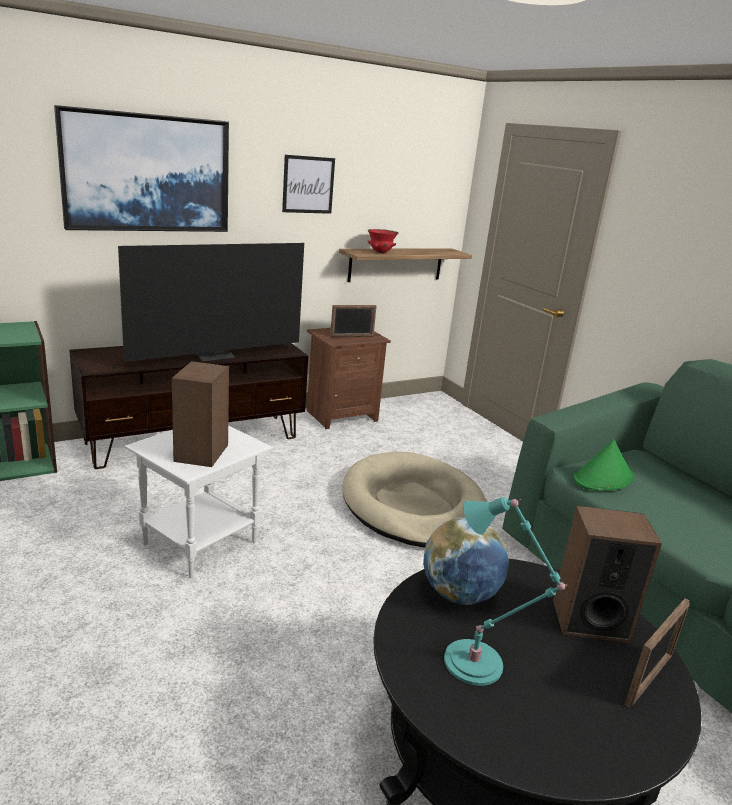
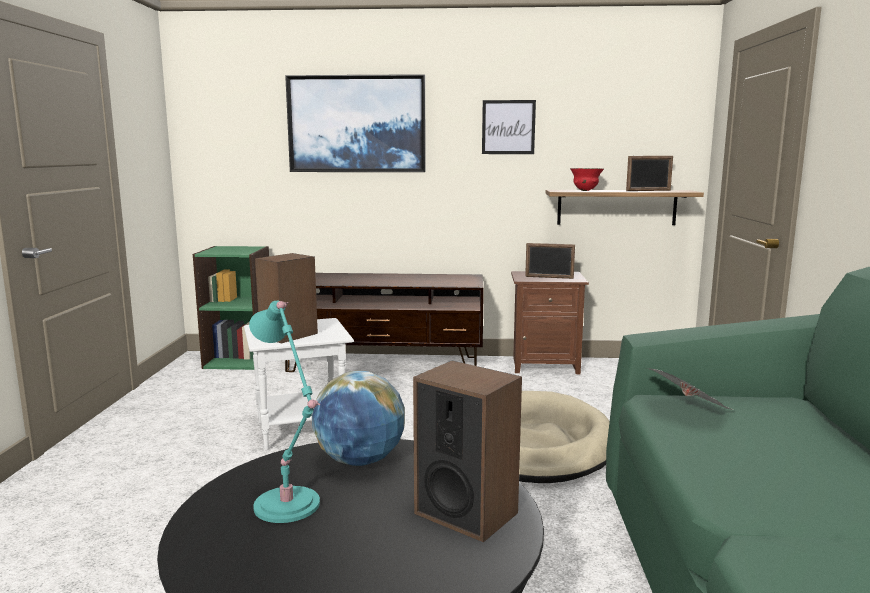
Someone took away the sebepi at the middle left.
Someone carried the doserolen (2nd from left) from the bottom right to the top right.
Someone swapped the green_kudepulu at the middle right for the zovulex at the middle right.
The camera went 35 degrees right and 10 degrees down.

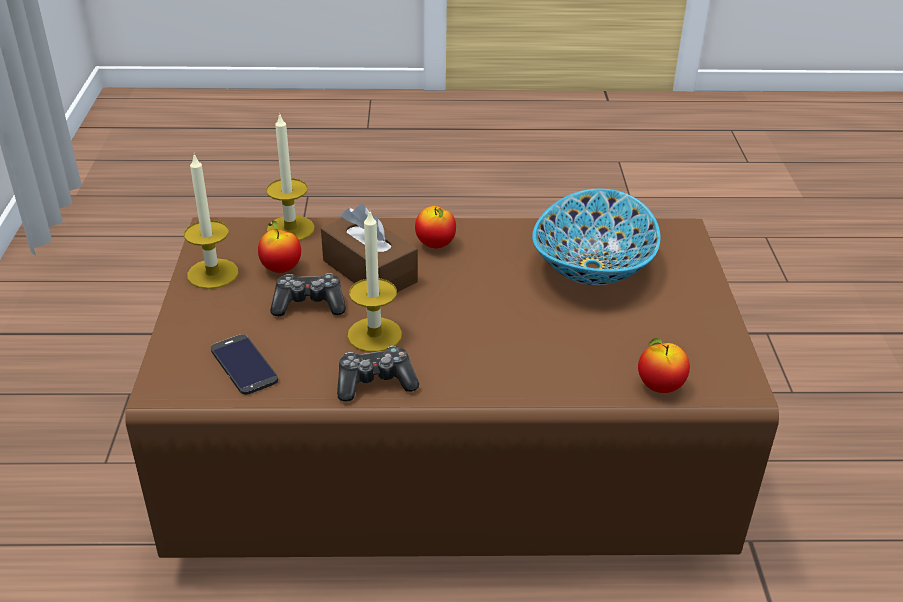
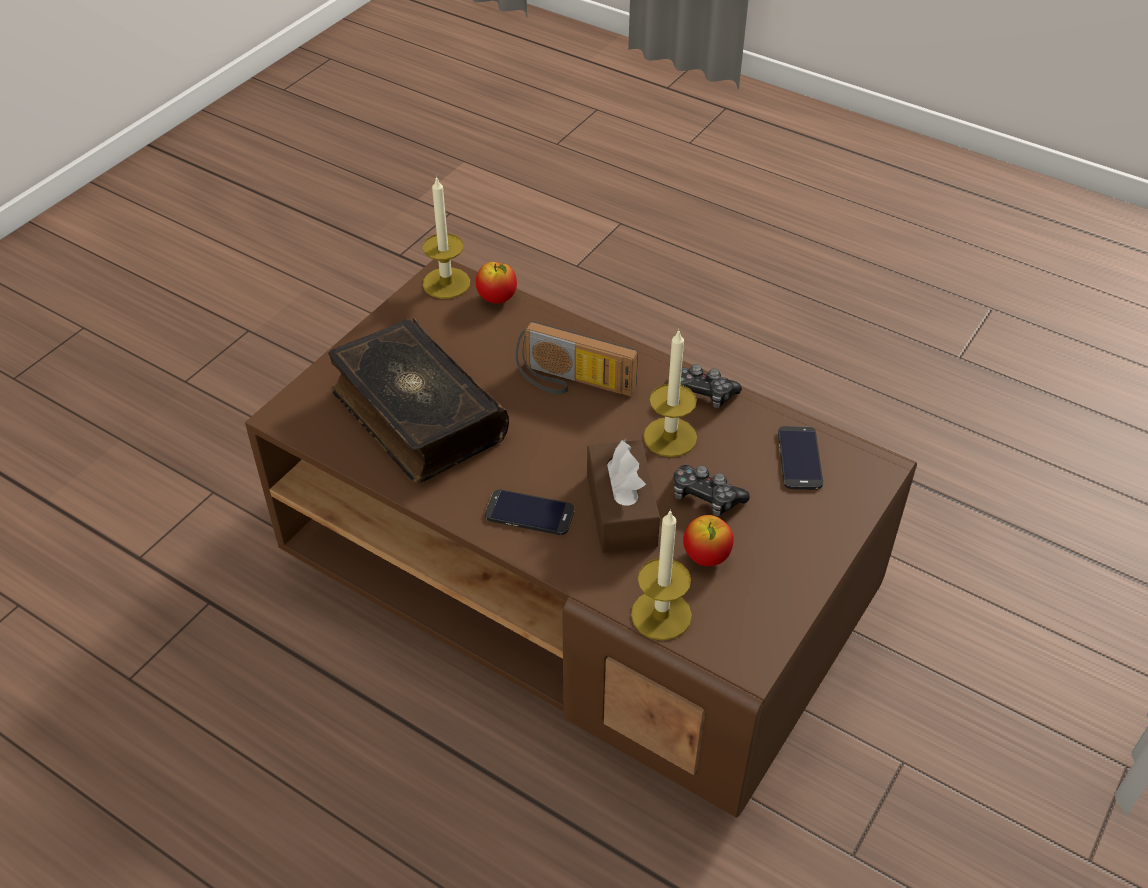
Someone put down the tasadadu at the centre.
Someone carried the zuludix (1st from left) from the middle left to the top centre.
Someone swapped the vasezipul (2nd from left) at the centre for the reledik (1st from left) at the centre.
Someone swapped the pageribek at the centre for the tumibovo at the centre.
The camera went 145 degrees left and 10 degrees up.

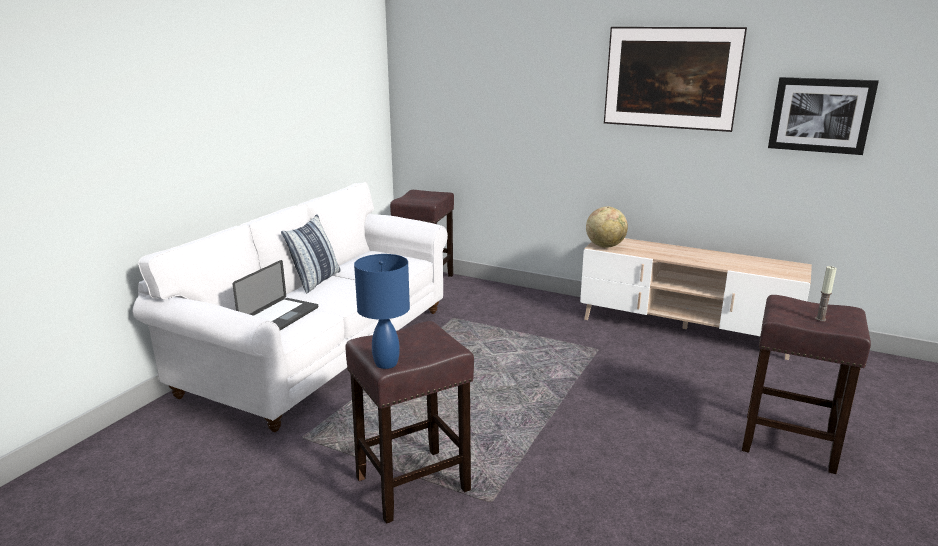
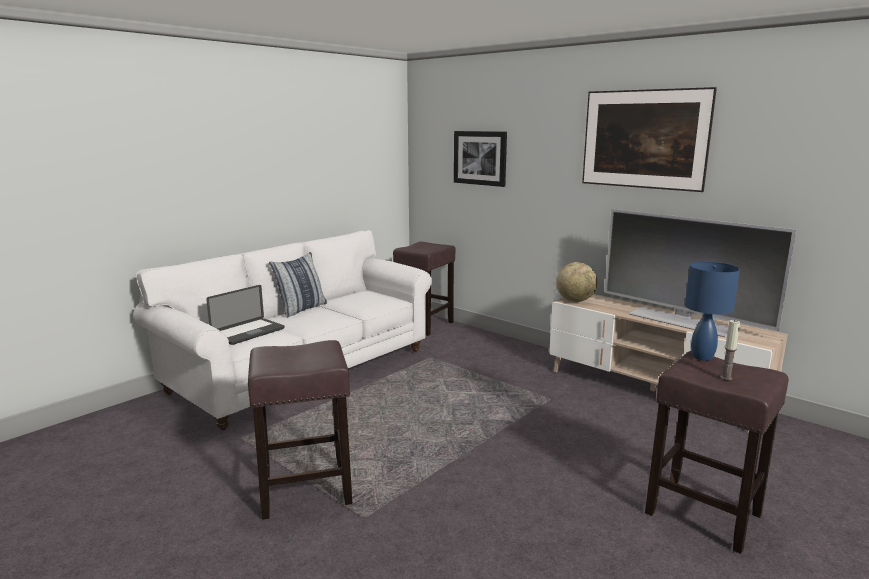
Someone put down the sebepi at the middle right.
Someone carried the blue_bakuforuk from the centre to the middle right.
Someone carried the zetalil (2nd from left in the first image) from the top right to the top centre.
The camera went 15 degrees right and 5 degrees down.

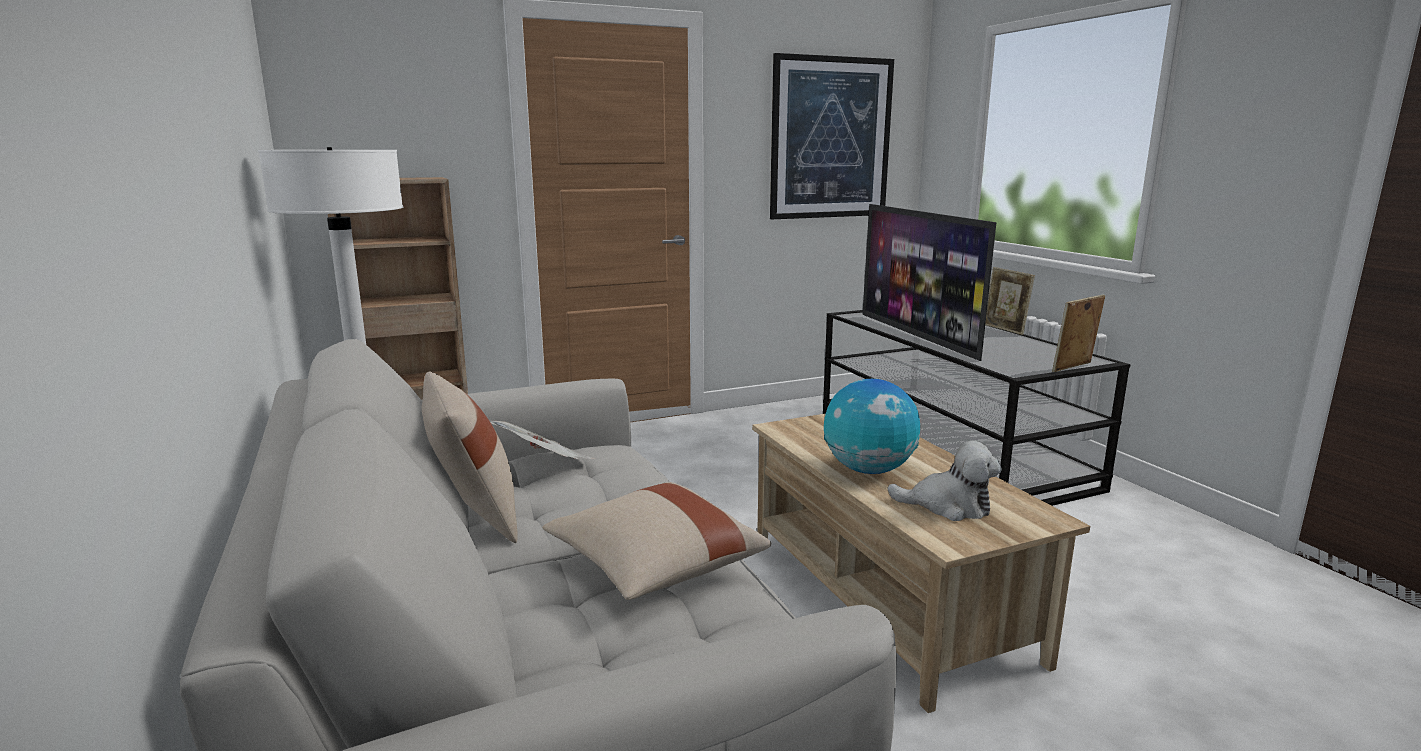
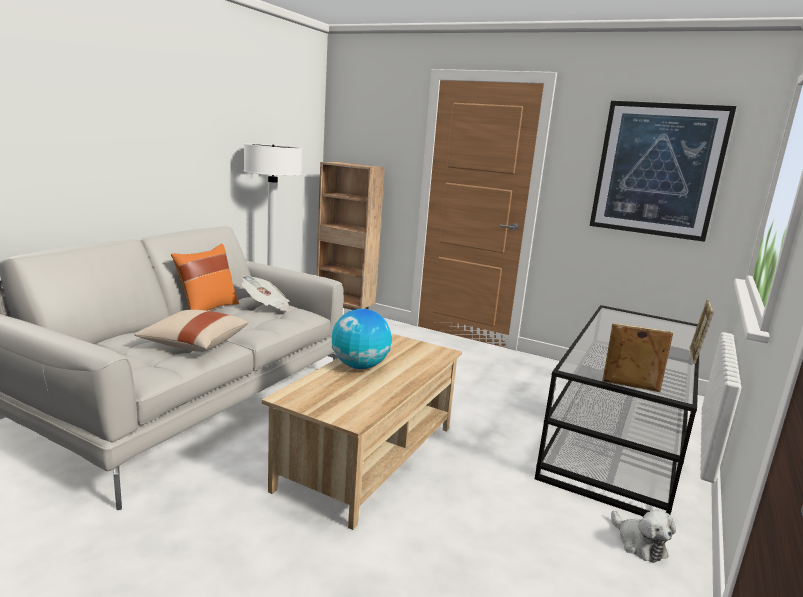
Someone took away the sebepi at the centre.
Someone carried the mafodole from the centre to the bottom right.
Someone repainted the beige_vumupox (1st from left) at the middle left, which became the orange_vumupox at the middle left.
The camera went 50 degrees right and 0 degrees up.

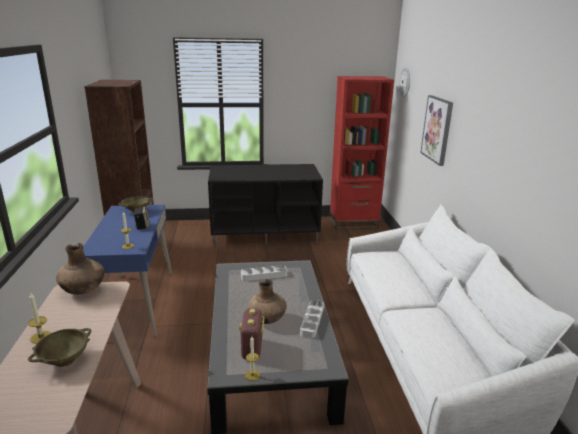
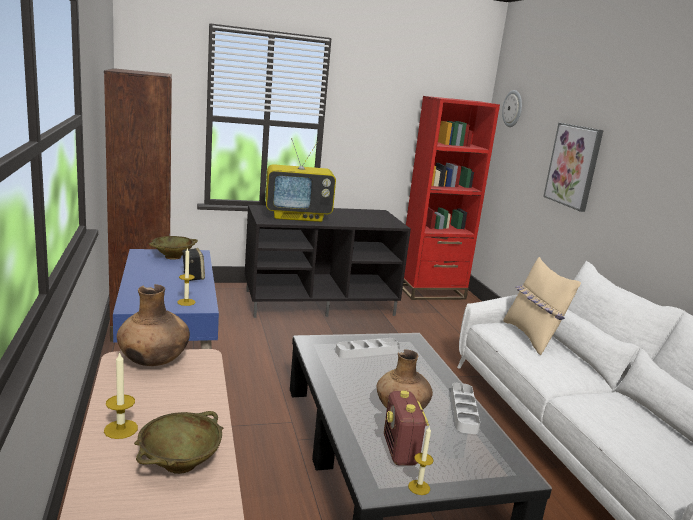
Someone put down the sebepi at the centre.
Someone put down the beige_vumupox at the middle right.
The camera went 10 degrees left and 5 degrees down.

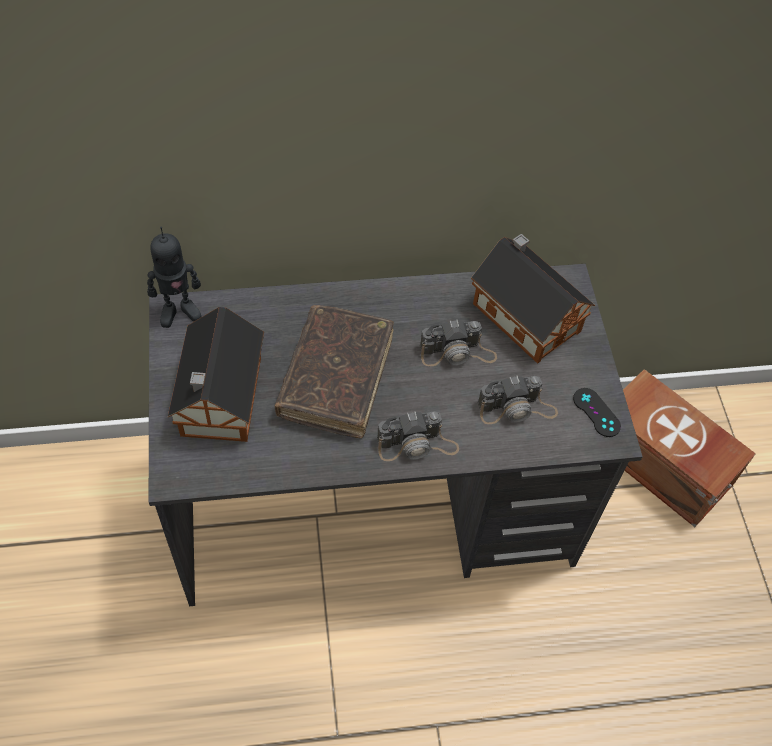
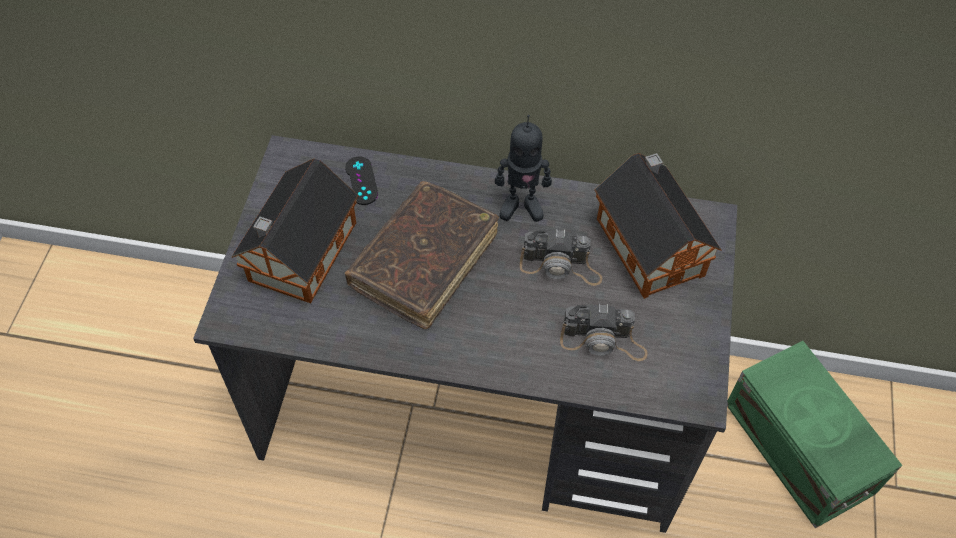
Someone took away the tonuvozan (1st from left) at the centre.
Someone carried the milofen from the middle left to the top centre.
Someone carried the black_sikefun from the middle right to the centre.
Someone repainted the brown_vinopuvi at the middle right, which became the green_vinopuvi at the bottom right.
The camera went 20 degrees right and 0 degrees up.

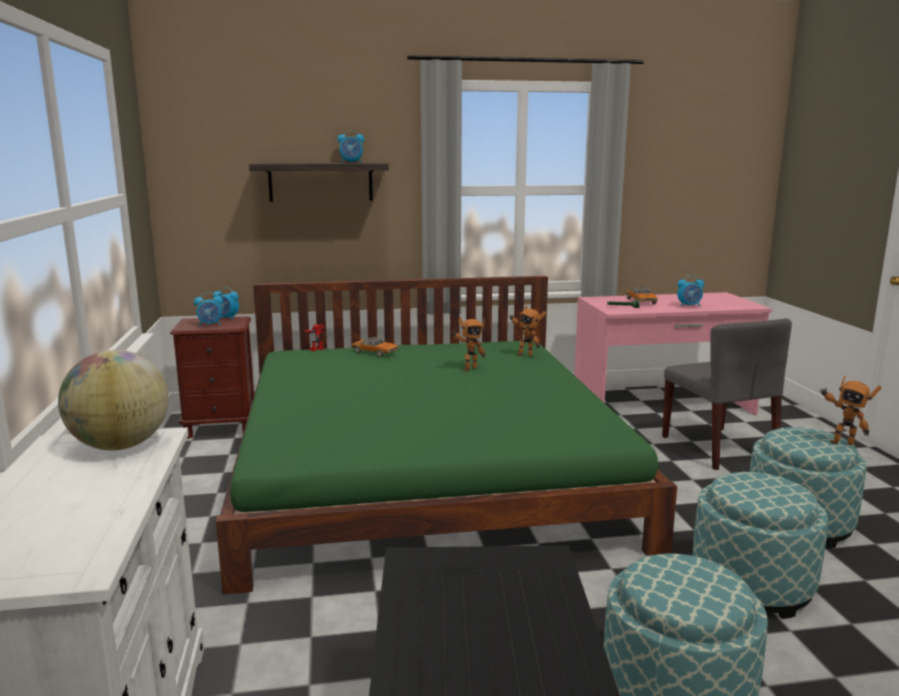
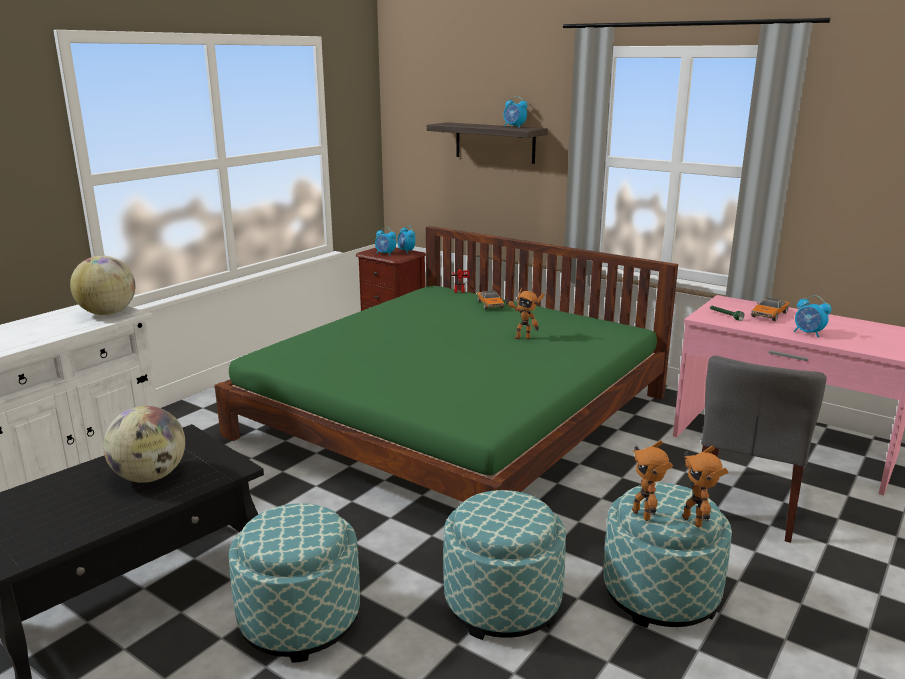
Someone put down the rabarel (2nd from left) at the middle left.
Someone carried the milofen (3rd from left) from the centre to the bottom right.
The camera went 45 degrees right and 5 degrees up.

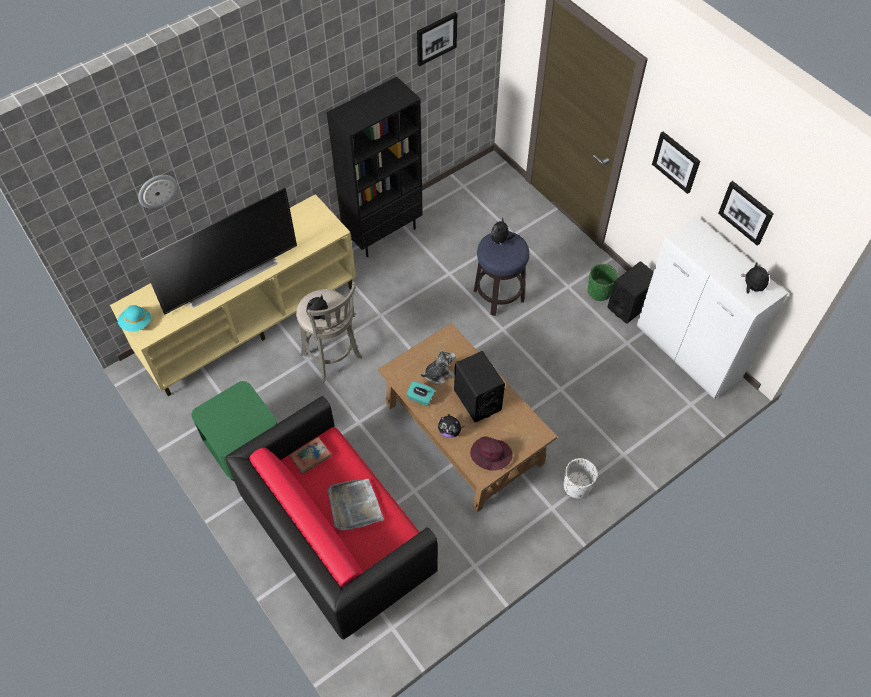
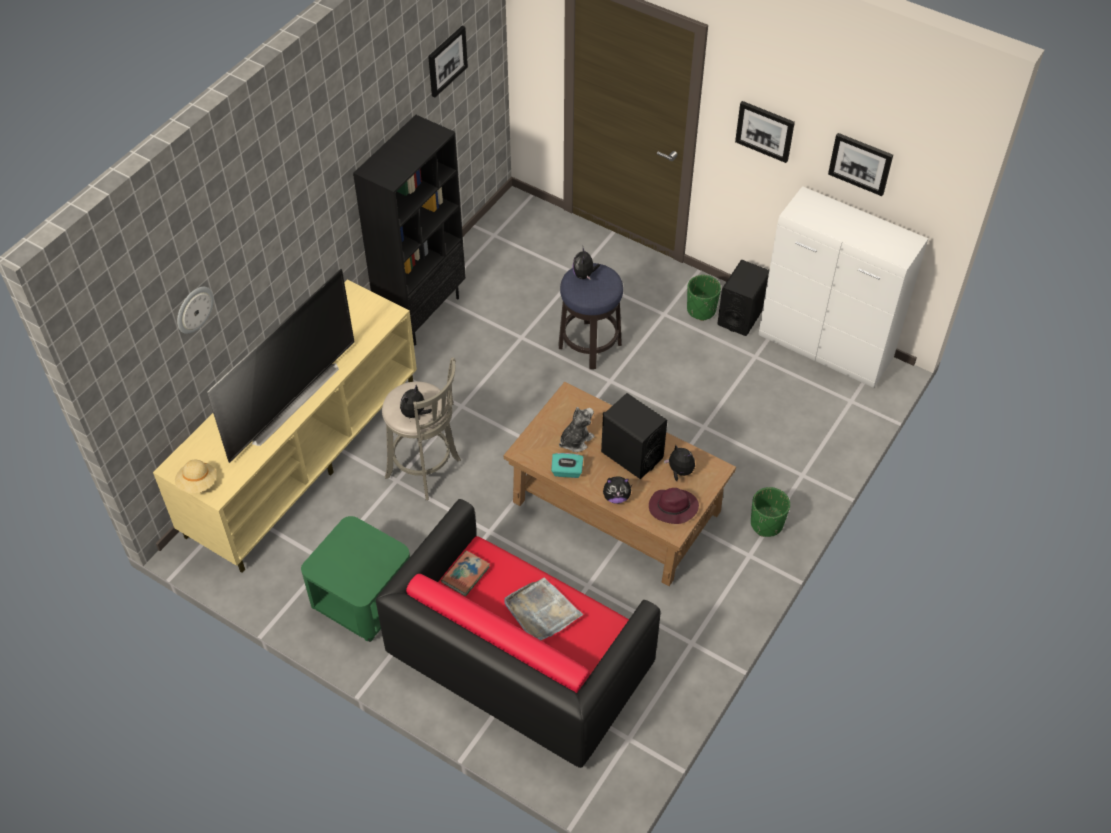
Someone carried the mafodole (5th from left) from the middle right to the centre.
Someone repainted the turquoise_kudepulu at the middle left, which became the beige_kudepulu at the middle left.
Someone repainted the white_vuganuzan at the bottom centre, which became the green_vuganuzan (2nd from left) at the middle right.
The camera went 20 degrees left and 5 degrees down.

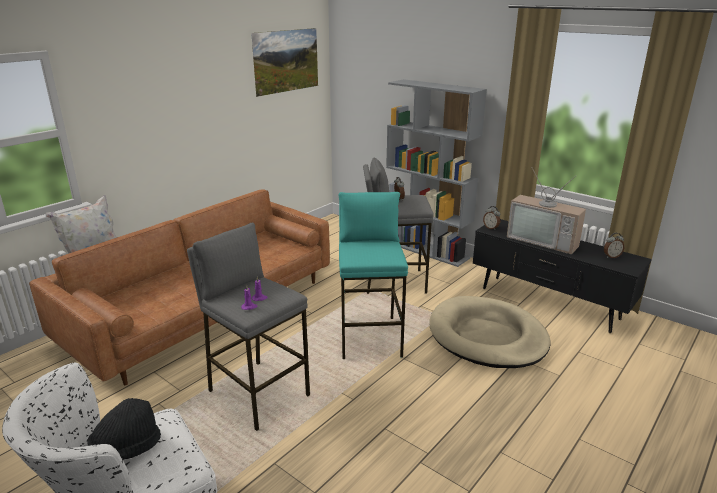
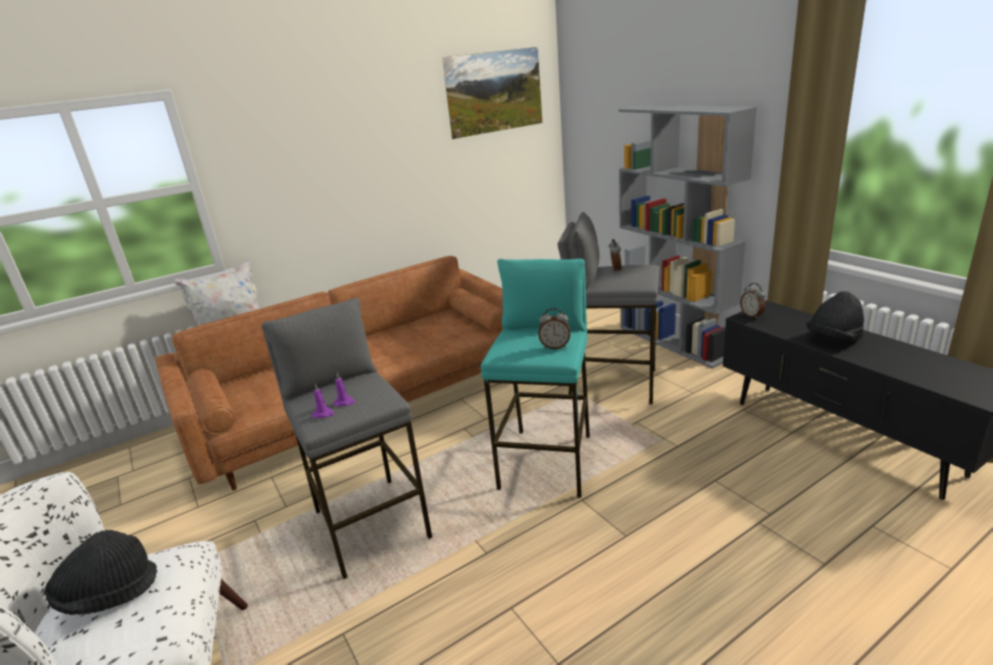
Someone took away the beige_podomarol at the bottom right.
Someone carried the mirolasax (3rd from left in the first image) from the middle right to the centre.
Someone swapped the sebepi at the middle right for the black_kudepulu (2nd from left) at the middle right.
The camera went 20 degrees right and 0 degrees up.

